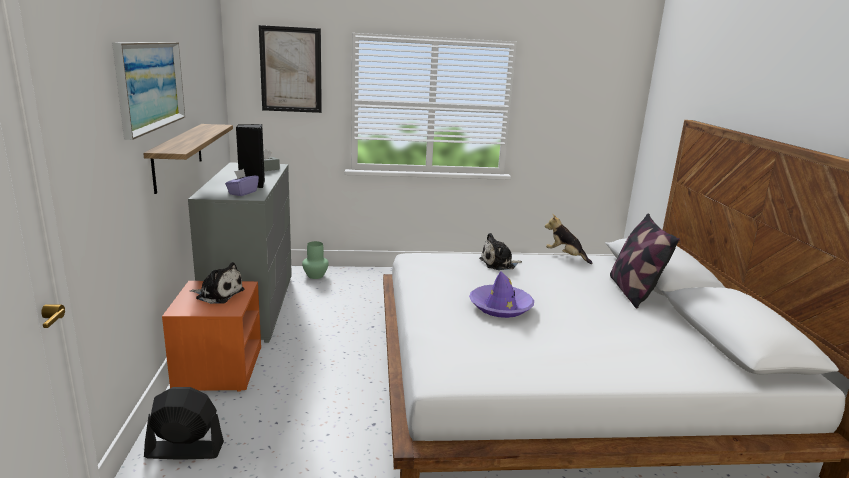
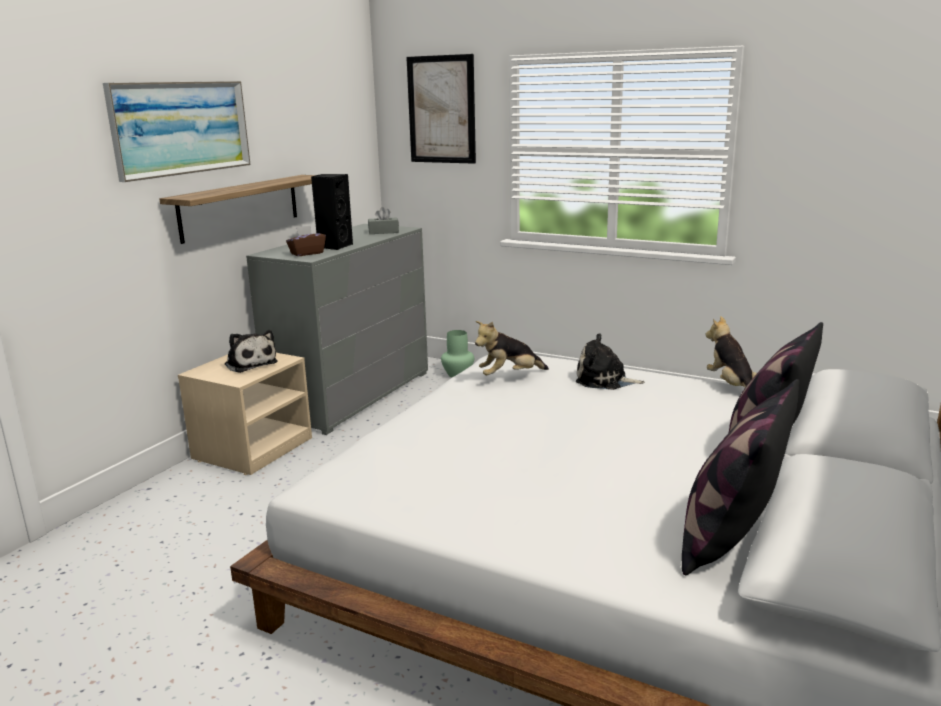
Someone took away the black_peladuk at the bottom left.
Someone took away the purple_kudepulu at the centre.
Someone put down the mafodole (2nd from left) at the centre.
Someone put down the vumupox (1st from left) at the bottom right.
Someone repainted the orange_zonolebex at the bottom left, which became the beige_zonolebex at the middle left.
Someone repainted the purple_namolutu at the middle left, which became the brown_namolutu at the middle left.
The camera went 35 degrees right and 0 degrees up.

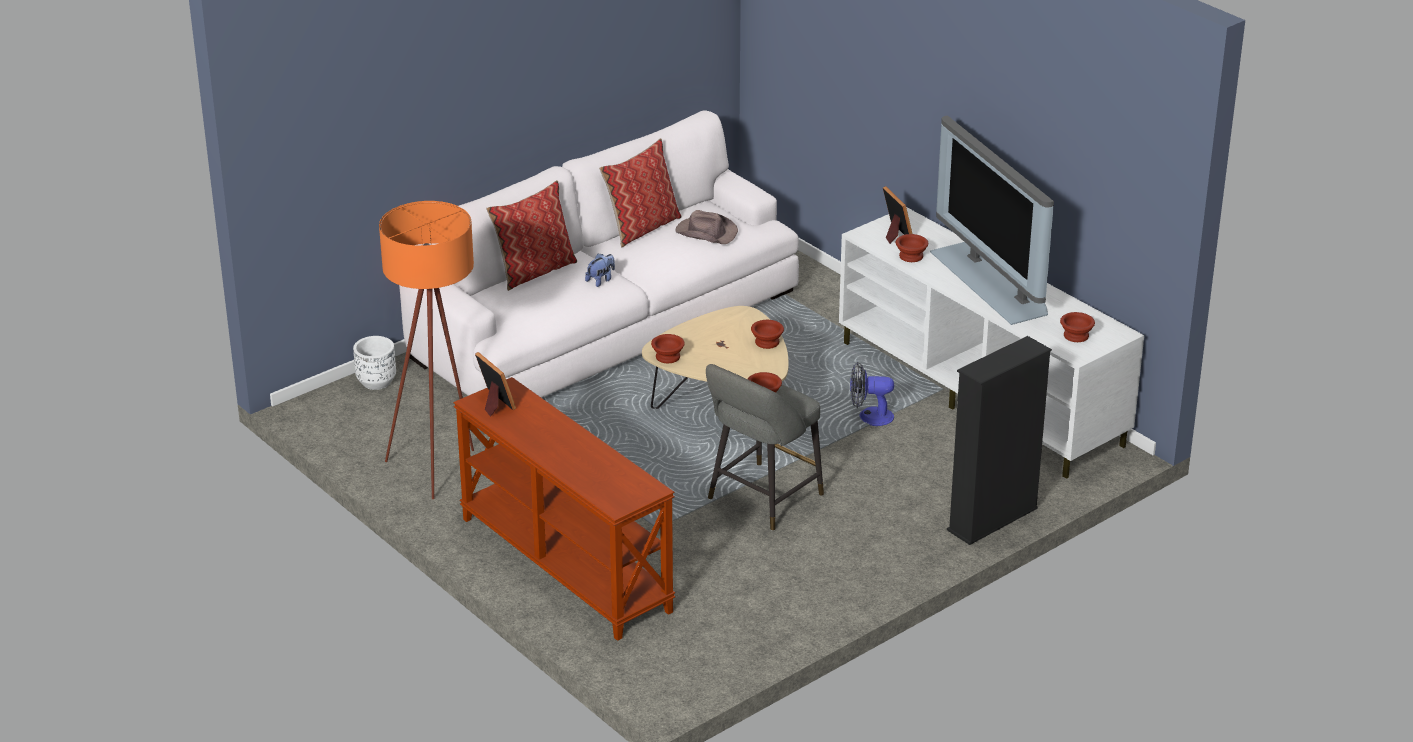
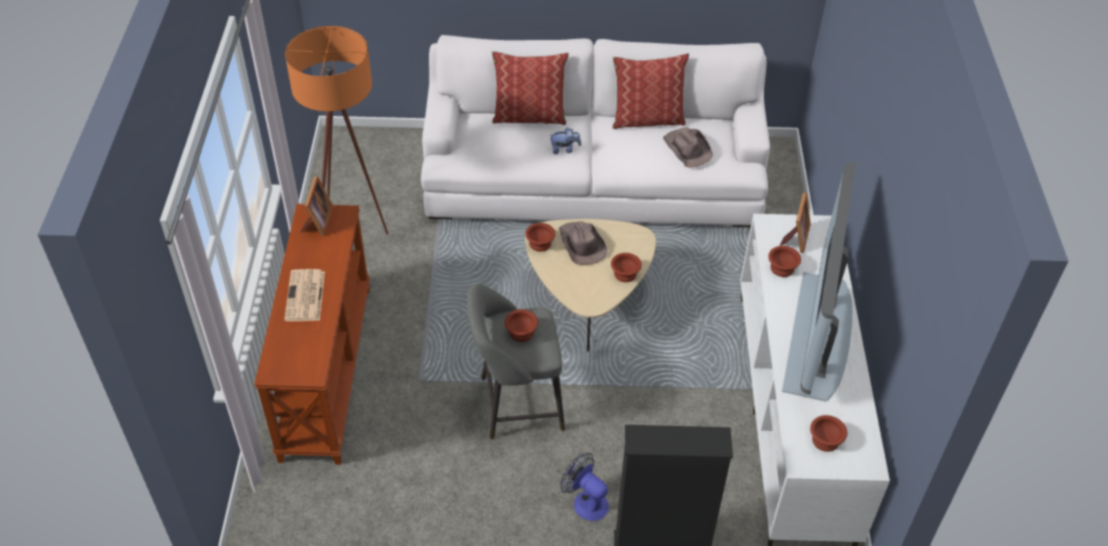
Someone took away the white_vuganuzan at the middle left.
Someone put down the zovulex at the middle left.
Someone put down the brown_kudepulu (1st from left) at the centre.
Someone carried the peladuk from the centre to the bottom centre.
The camera went 40 degrees right and 15 degrees up.

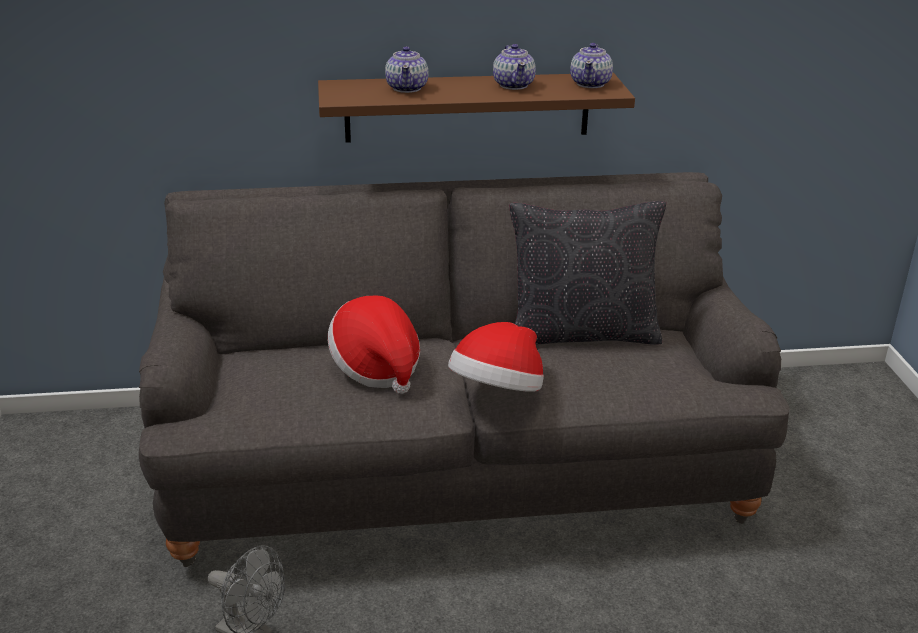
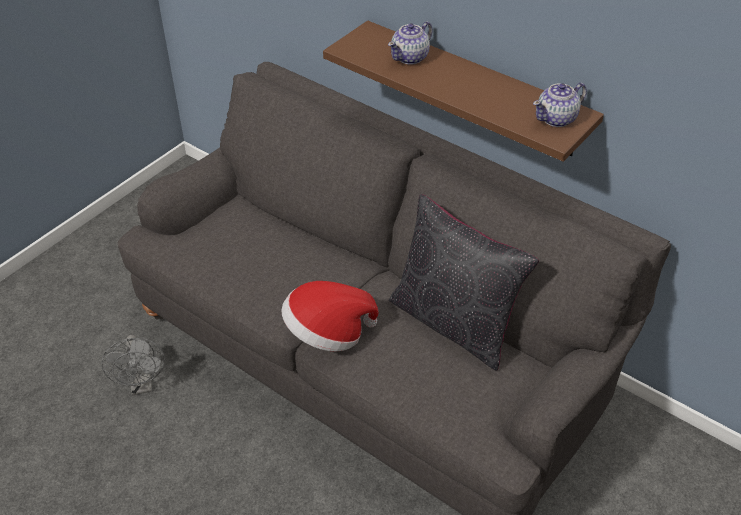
Someone took away the kudepulu (1st from left) at the centre.
Someone took away the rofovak (2nd from left) at the top centre.
The camera went 45 degrees right and 15 degrees up.

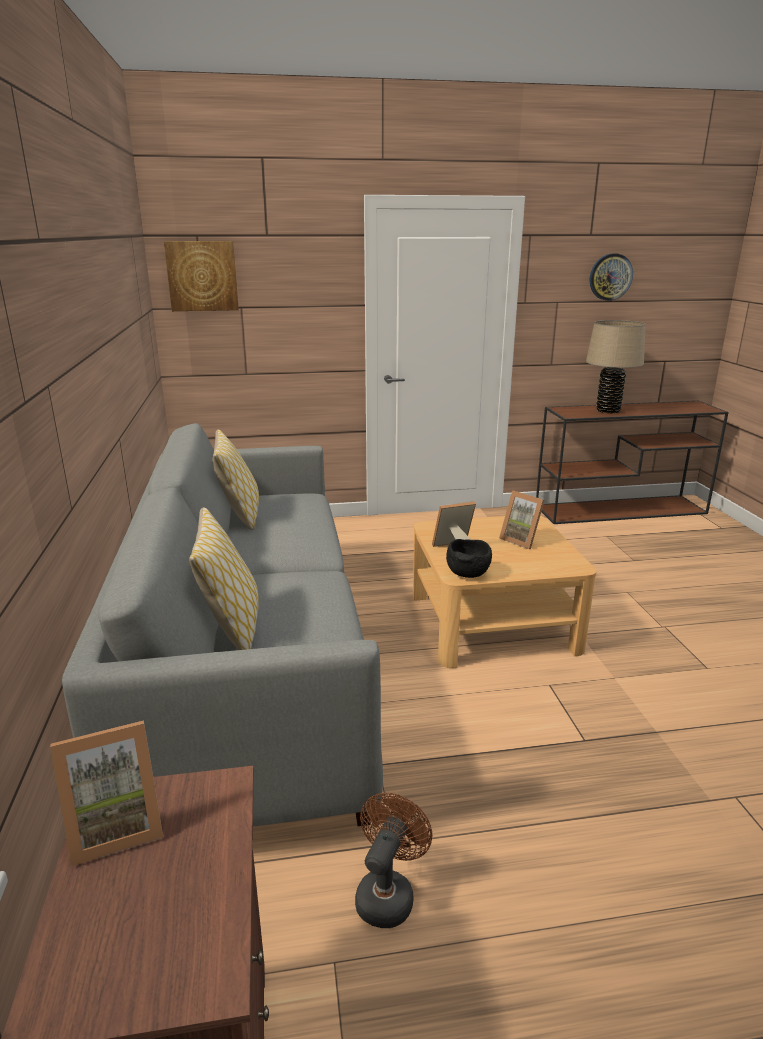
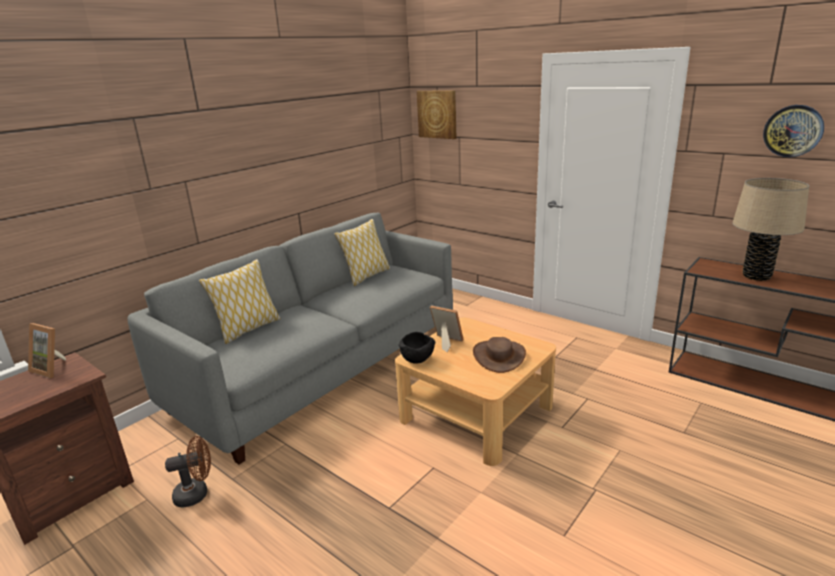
Someone swapped the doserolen (3rd from left) at the middle right for the brown_kudepulu at the centre.
The camera went 50 degrees right and 0 degrees up.

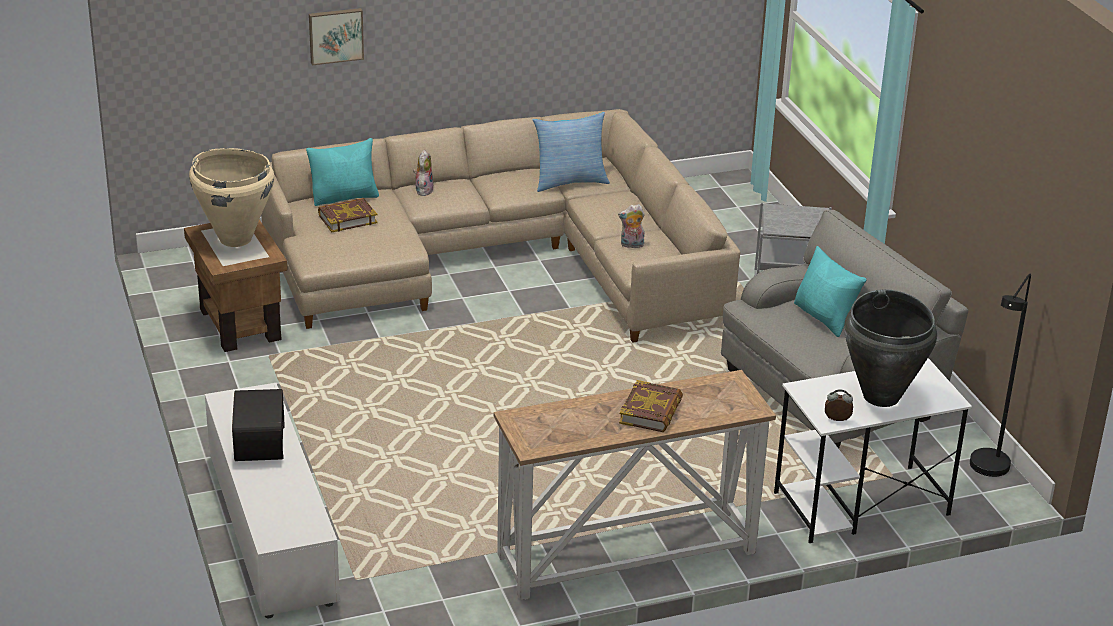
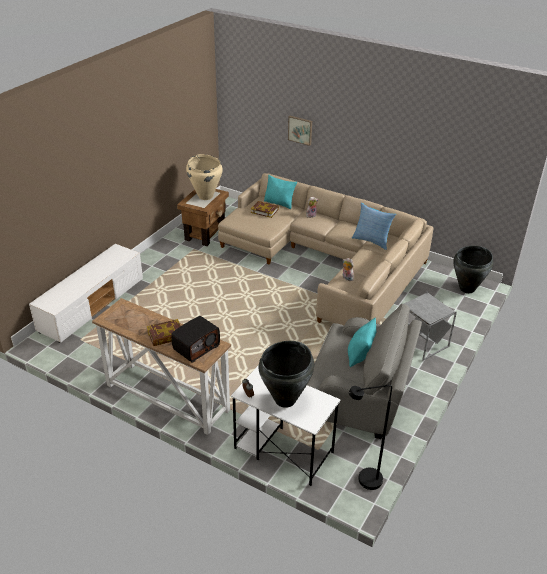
Someone put down the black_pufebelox (2nd from left) at the middle right.
Someone carried the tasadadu from the bottom left to the centre.
The camera went 50 degrees right and 5 degrees up.

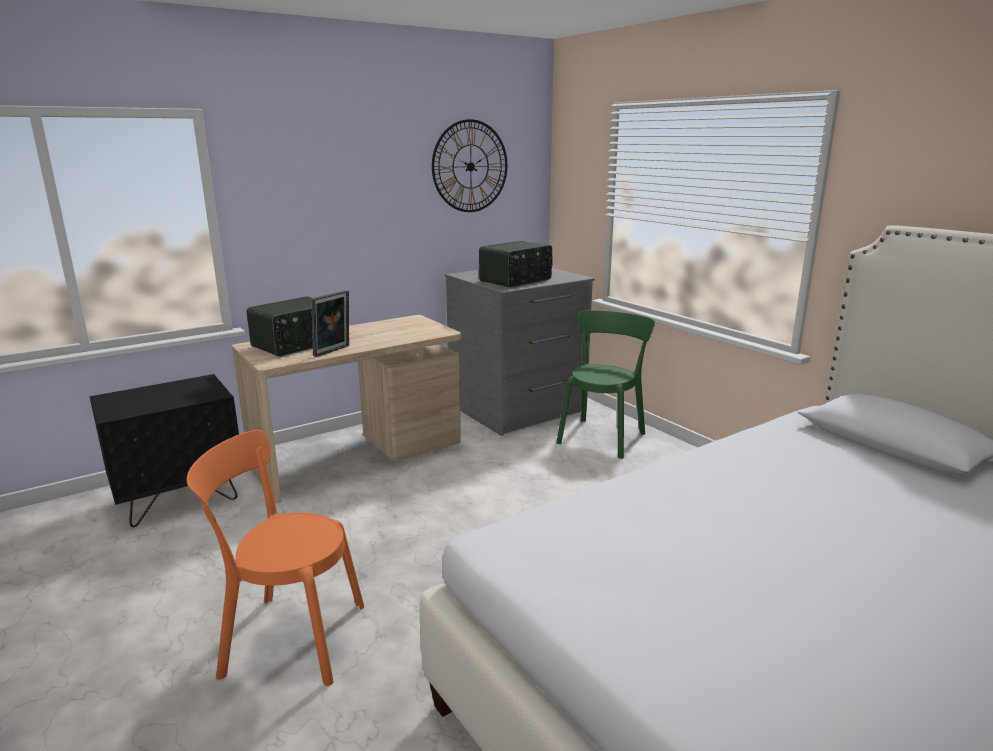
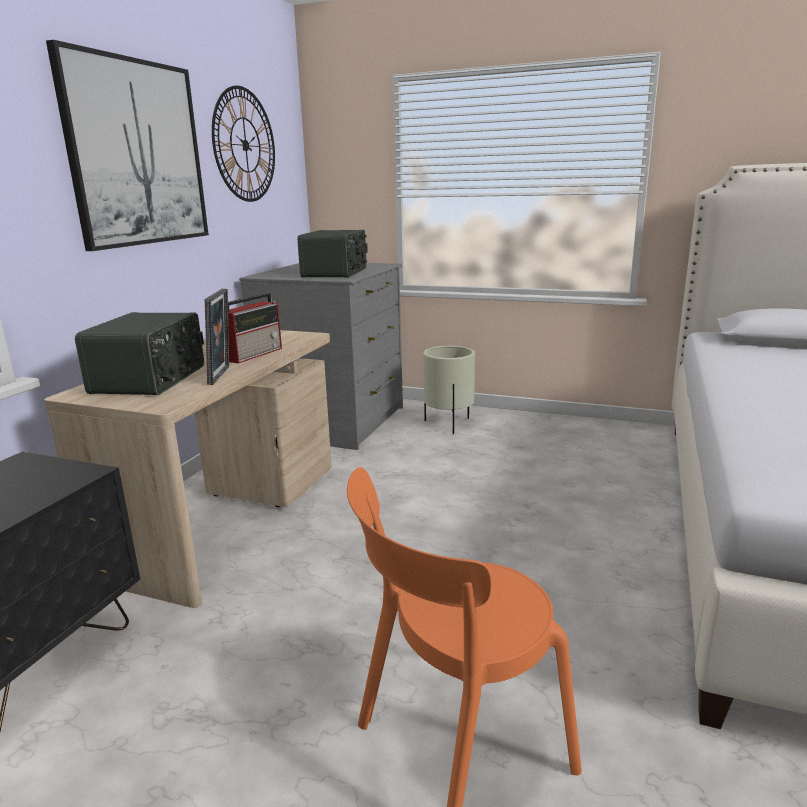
Someone put up the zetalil at the top left.
Someone put down the tasadadu (2nd from left) at the middle left.
Someone swapped the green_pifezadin at the centre for the beige_vuganuzan at the centre.
The camera went 35 degrees left and 0 degrees up.

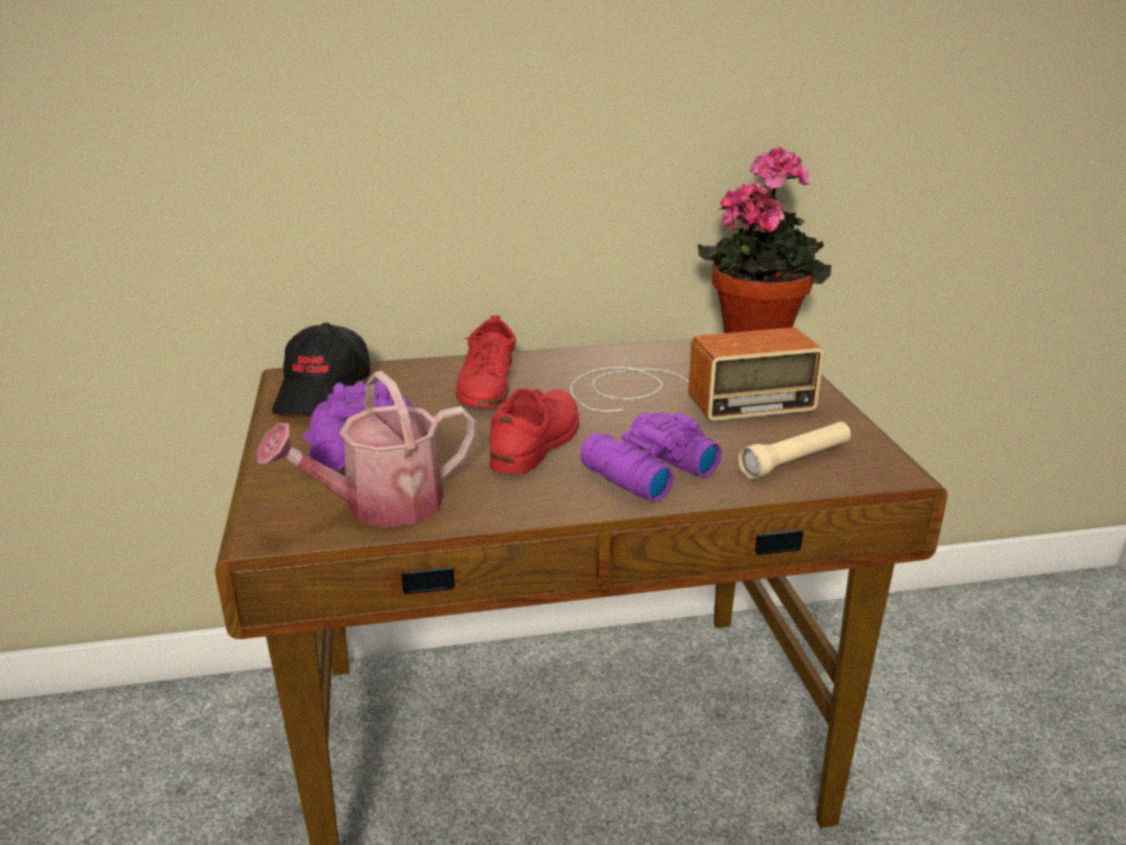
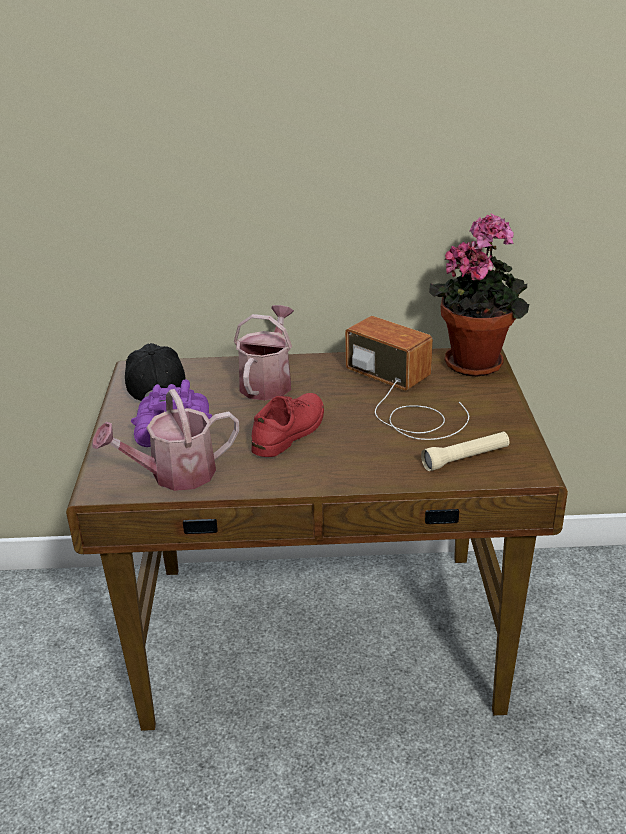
Someone took away the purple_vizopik (2nd from left) at the centre.
Someone swapped the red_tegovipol (1st from left) at the centre for the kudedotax (2nd from left) at the centre.
Someone rotated the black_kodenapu at the middle left by 150 degrees clockwise.
Someone rotated the tasadadu at the centre by 135 degrees counterclockwise.
The camera went 10 degrees right and 5 degrees up.

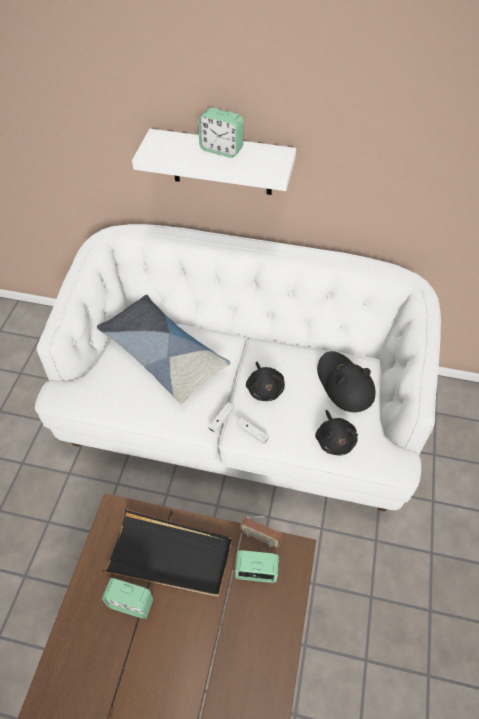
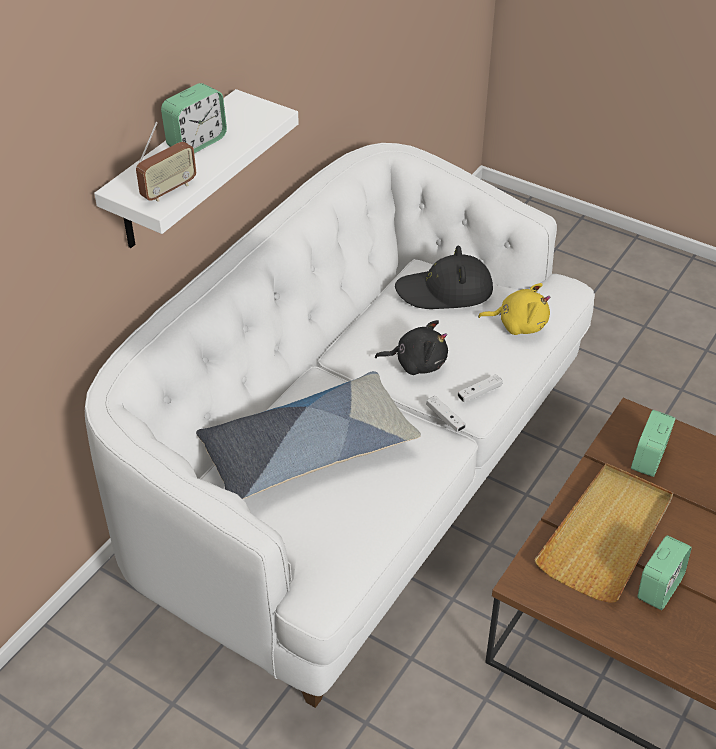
Someone carried the tasadadu from the bottom centre to the top left.
Someone repainted the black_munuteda at the bottom centre, which became the beige_munuteda at the bottom right.
Someone repainted the black_mafodole (2nd from left) at the middle right, which became the yellow_mafodole at the middle right.
The camera went 70 degrees left and 10 degrees down.

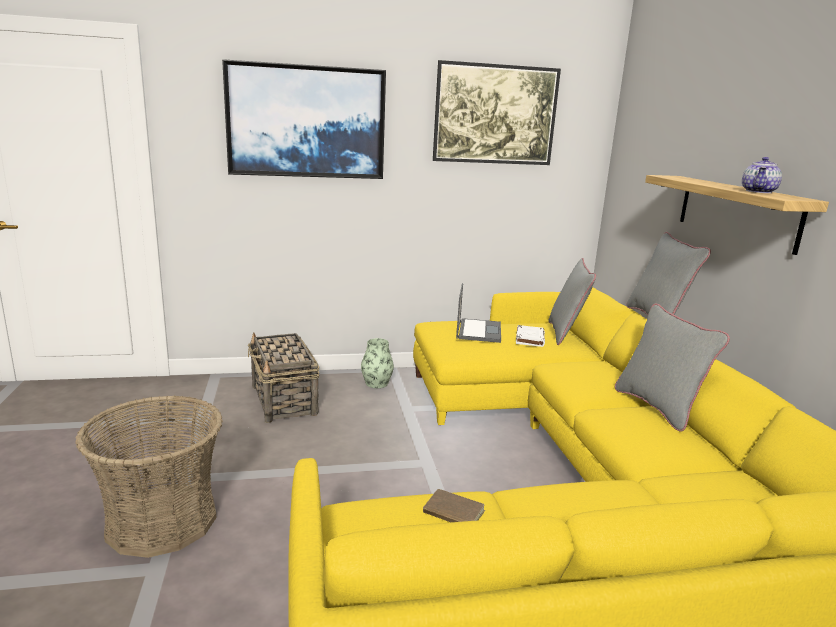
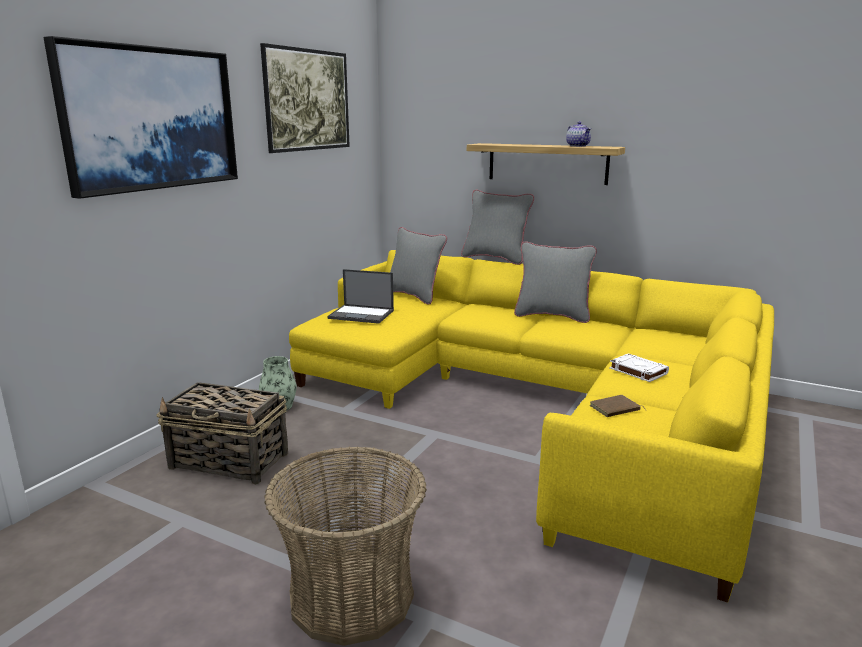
Someone carried the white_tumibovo from the centre to the middle right.
Someone rotated the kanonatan at the centre by 150 degrees clockwise.
The camera went 50 degrees left and 0 degrees up.

